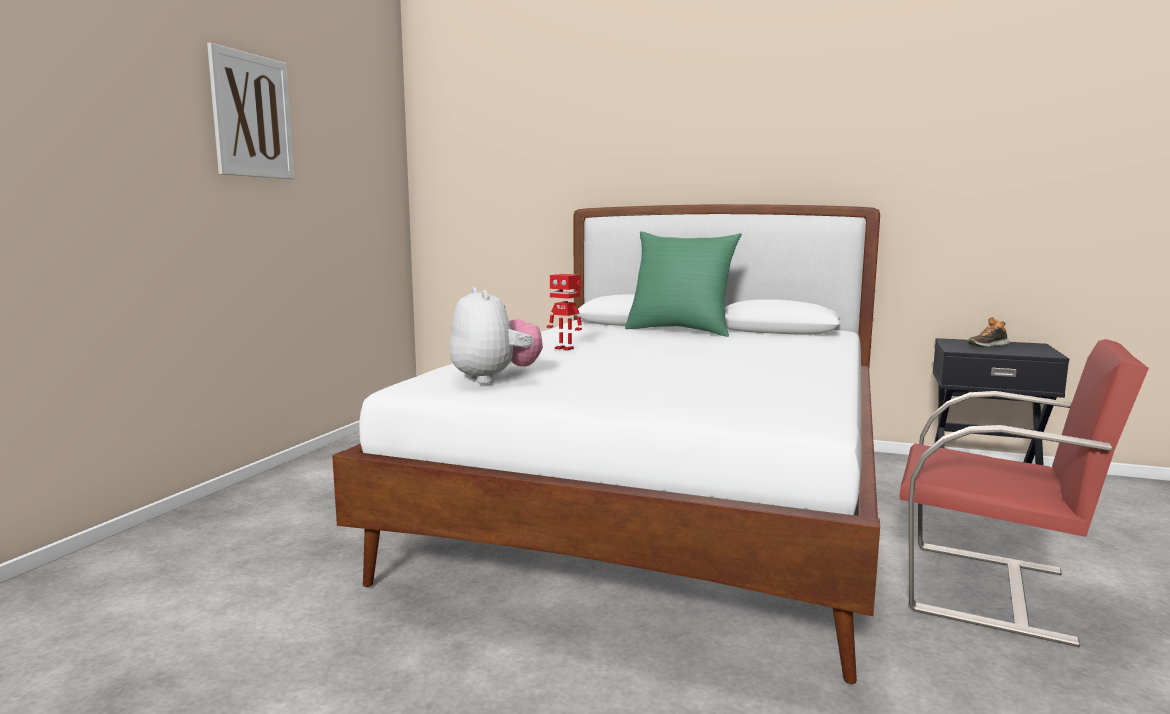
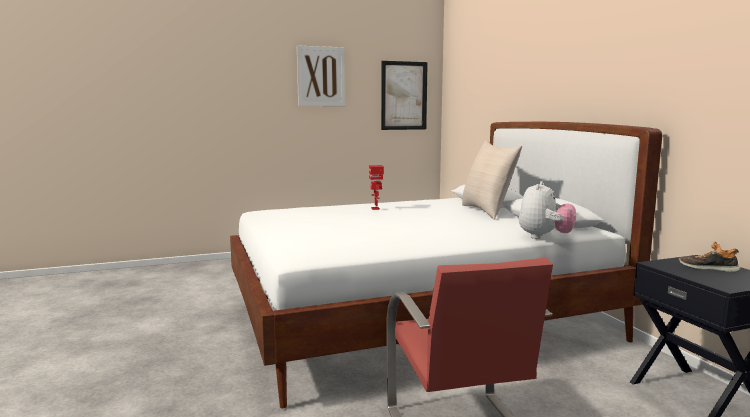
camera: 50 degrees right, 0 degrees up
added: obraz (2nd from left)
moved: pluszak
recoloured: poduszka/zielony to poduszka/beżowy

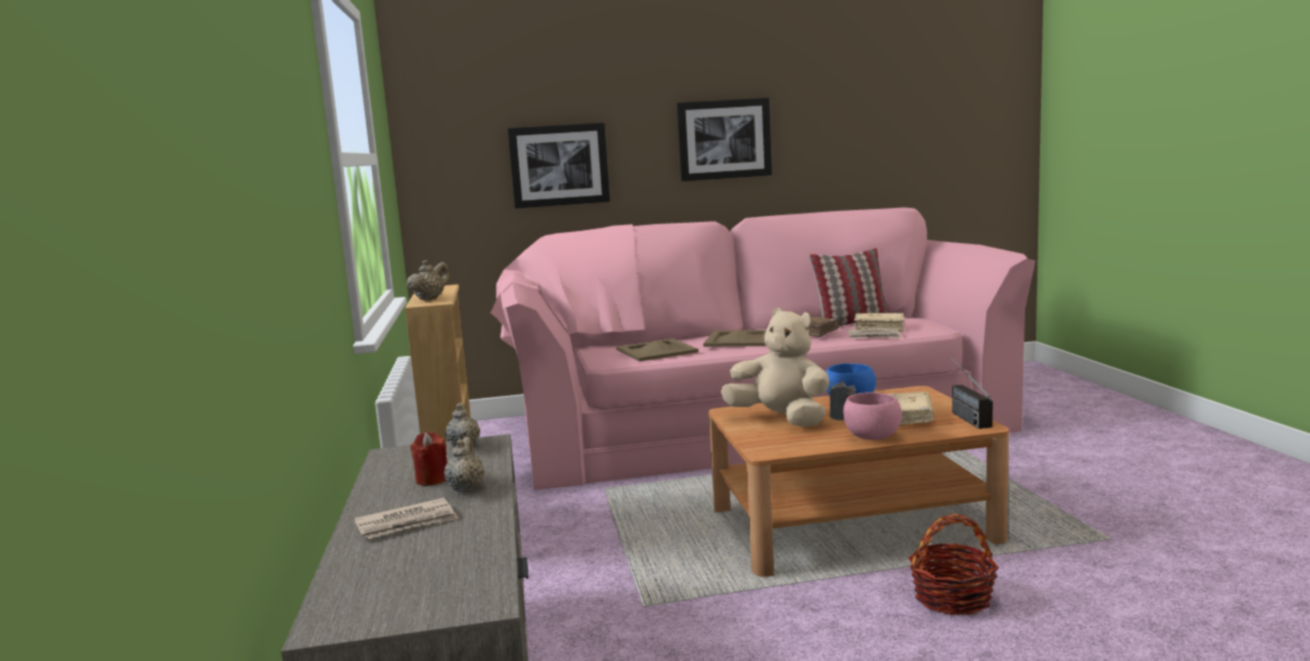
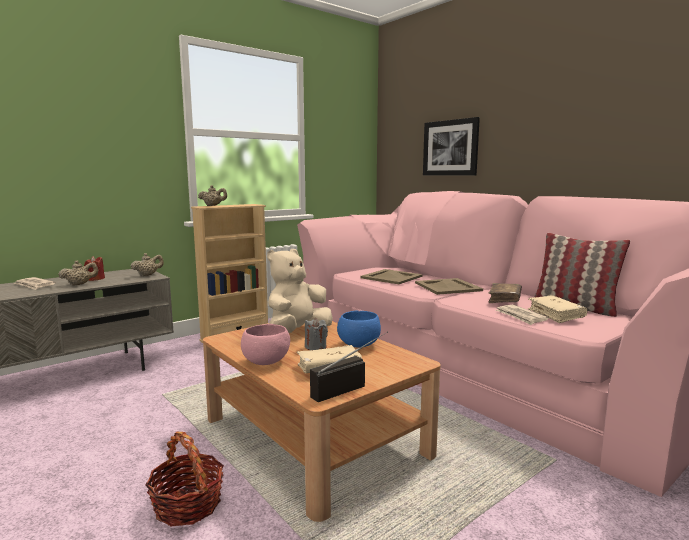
camera: 60 degrees right, 0 degrees up
removed: obraz (2nd from left)
turned: pluszak/beżowy 150 degrees counterclockwise

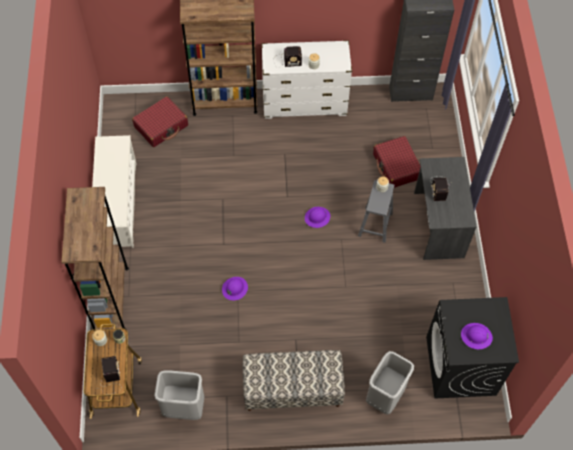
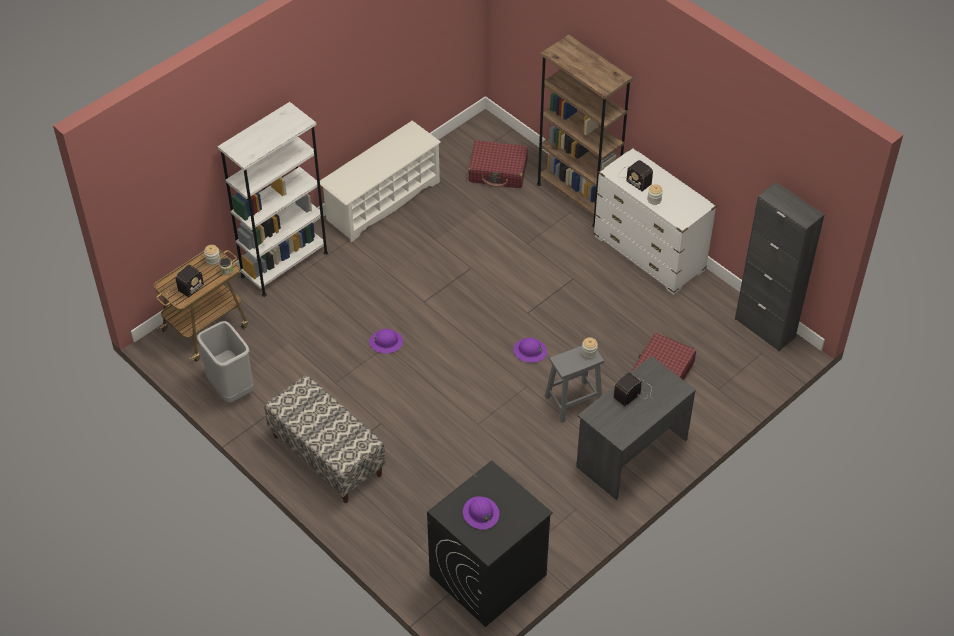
camera: 50 degrees right, 10 degrees down
removed: kosz na śmieci/szary (2nd from left)
recoloured: regał/brązowy (1st from left) to regał/biały

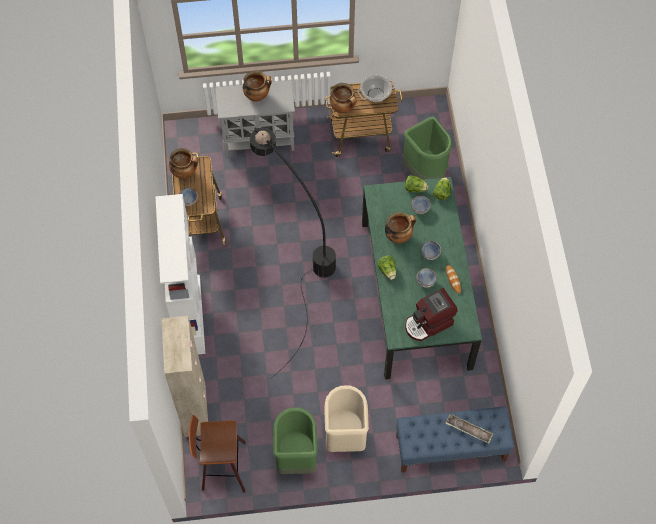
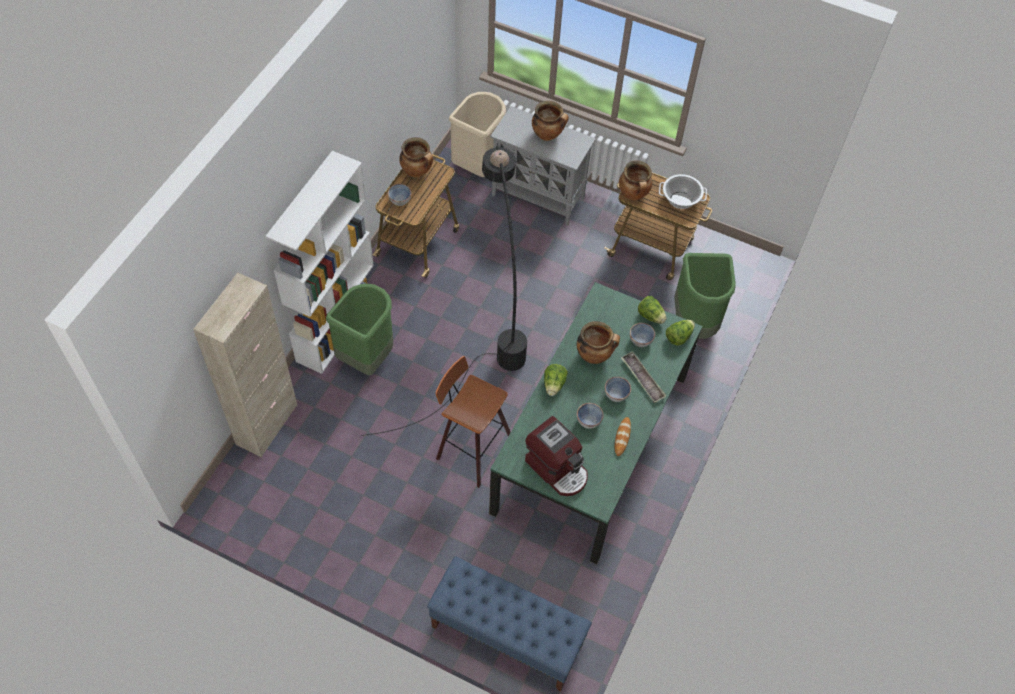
camera: 30 degrees right, 5 degrees down
moved: stołek; kosz na śmieci/zielony (1st from left); kosz na śmieci/beżowy; taca
turned: ekspres do kawy 135 degrees counterclockwise

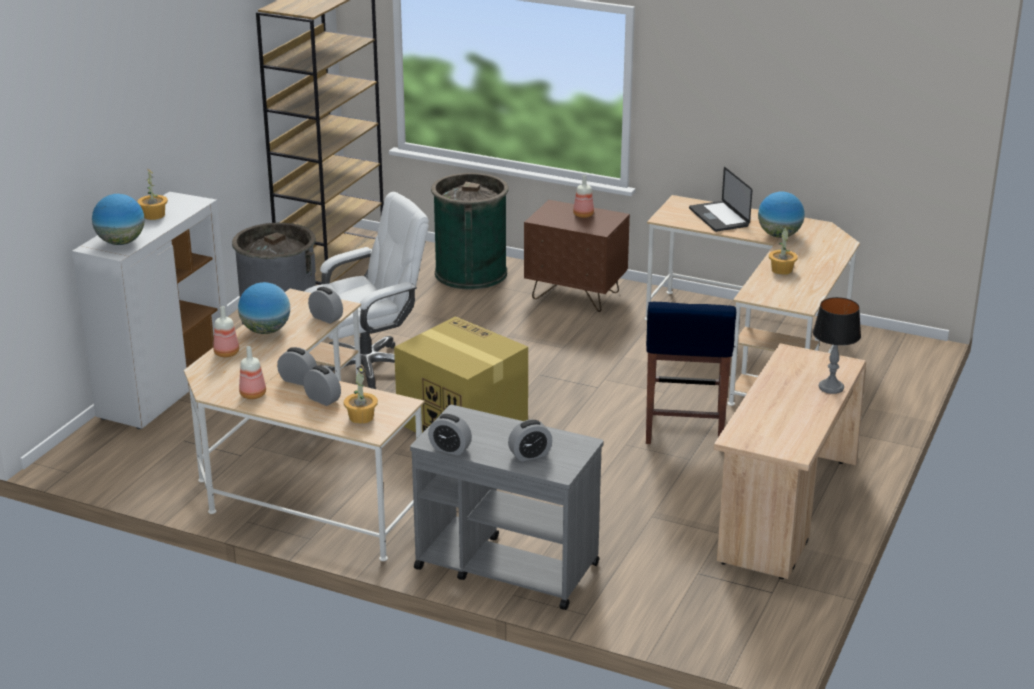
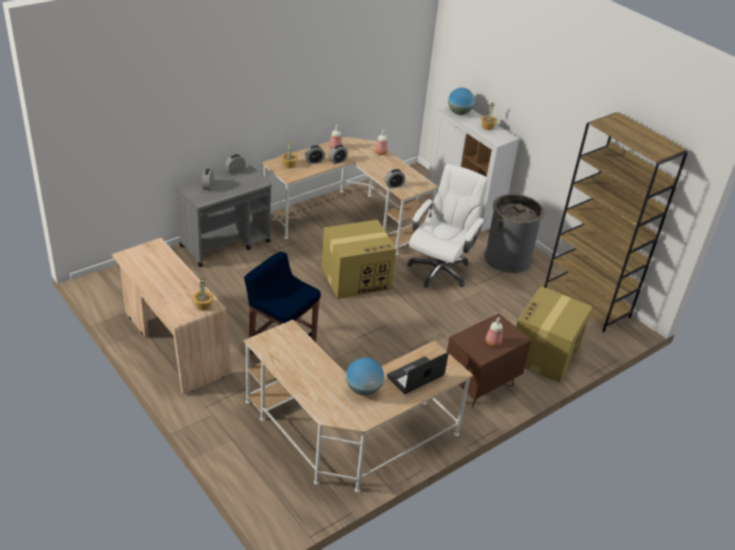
camera: 115 degrees right, 10 degrees up
removed: globus (2nd from left); lampa stołowa
moved: roślina doniczkowa (3rd from left in the first image) to roślina doniczkowa (1st from left)
replaced: kosz na śmieci/zielony to karton (2nd from left)
turned: krzesło biurowe/biały 150 degrees counterclockwise; laptop 45 degrees counterclockwise

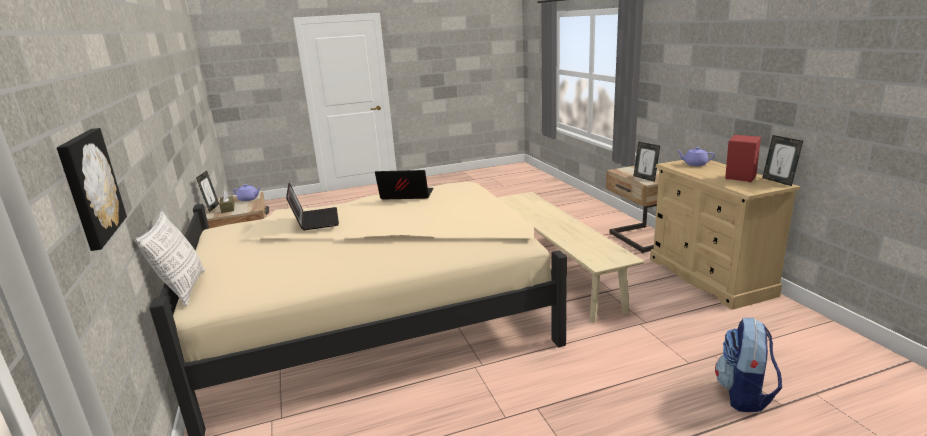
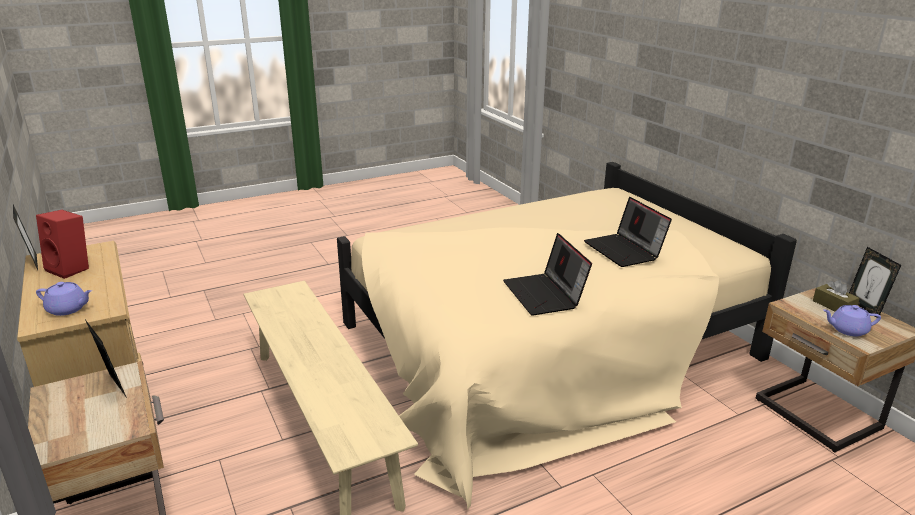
camera: 170 degrees right, 5 degrees up
removed: obraz; poduszka; plecak
turned: laptop (2nd from left in the first image) 75 degrees clockwise

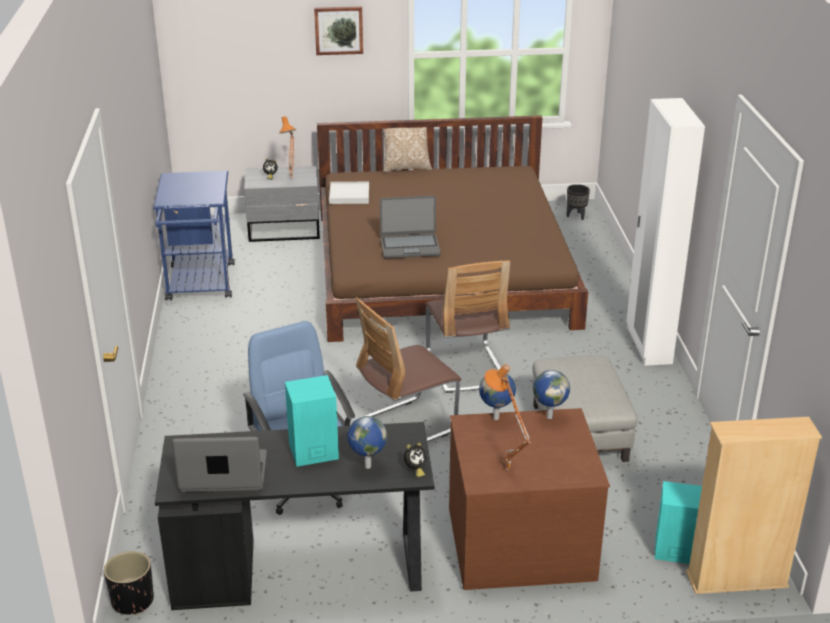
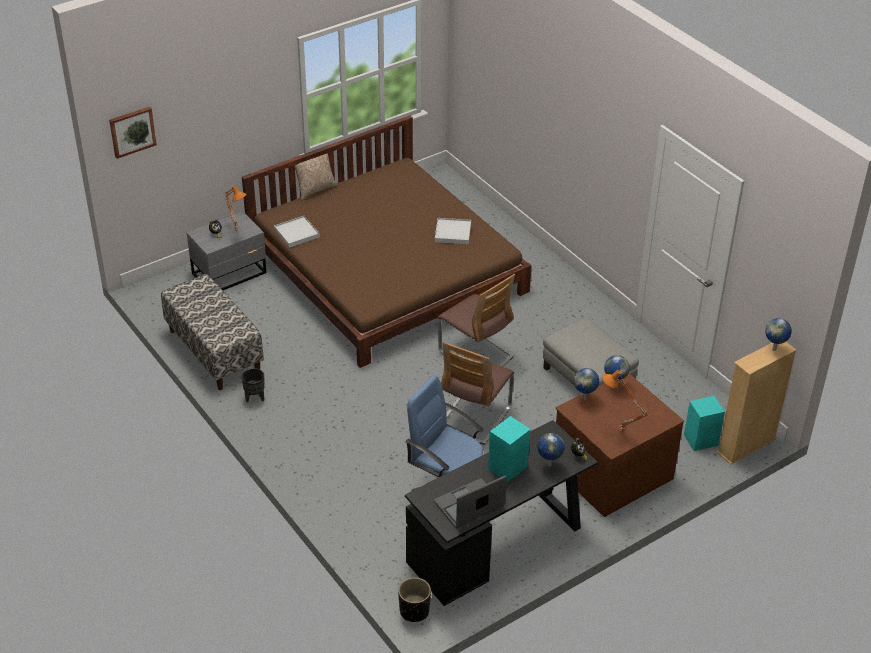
camera: 30 degrees left, 10 degrees up
removed: laptop (2nd from left); szafa/biały
added: taca/biały (2nd from left); globus (4th from left)
moved: obraz; donica/czarny (2nd from left in the first image) to donica/czarny (1st from left)
replaced: wózek/niebieski to ławka

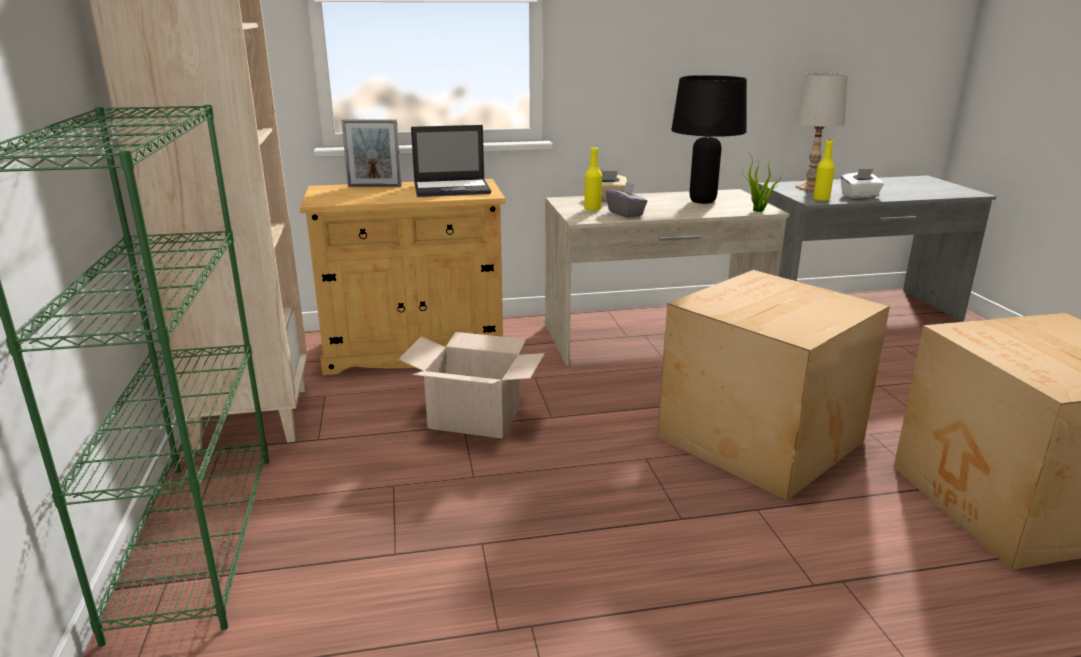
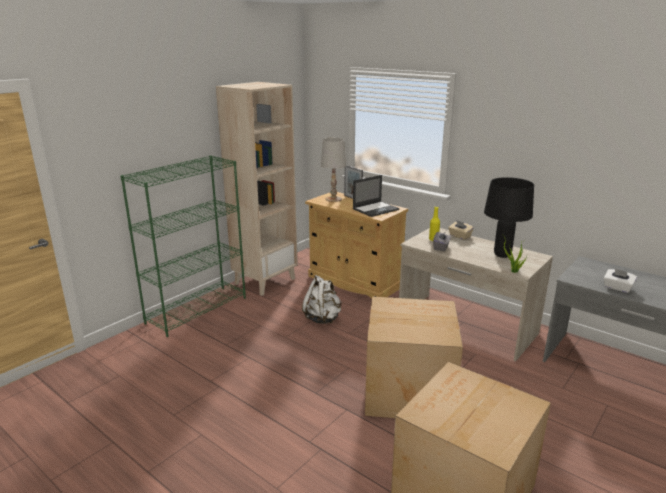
camera: 50 degrees right, 0 degrees up
removed: butelka/żółty (2nd from left)
moved: lampa stołowa/biały
replaced: karton (1st from left) to plecak/biały
turned: laptop 75 degrees counterclockwise

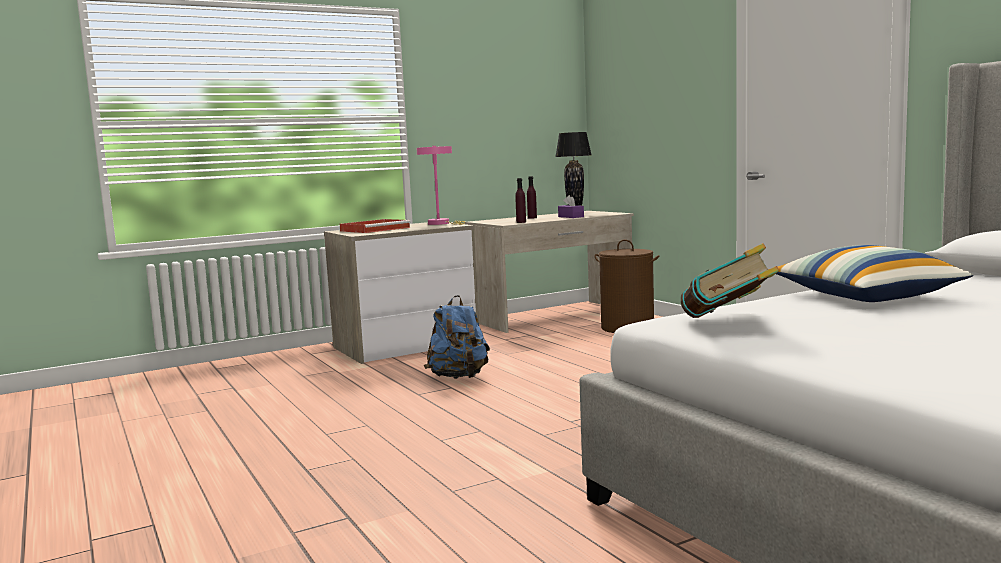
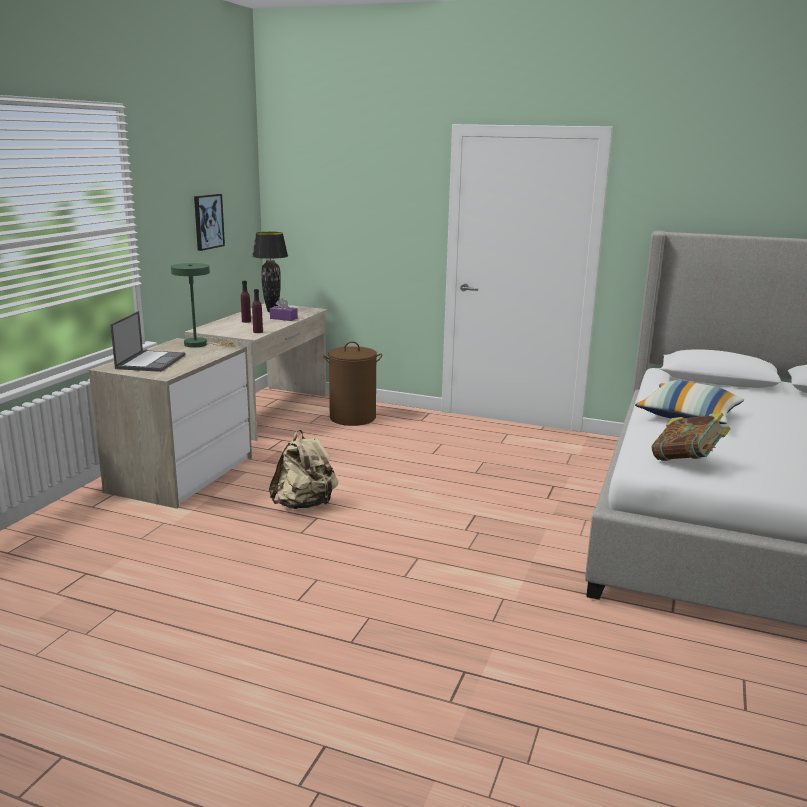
camera: 40 degrees left, 10 degrees up
added: obraz
replaced: taca/czerwony to laptop
recoloured: lampa stołowa/różowy to lampa stołowa/zielony; plecak/niebieski to plecak/beżowy

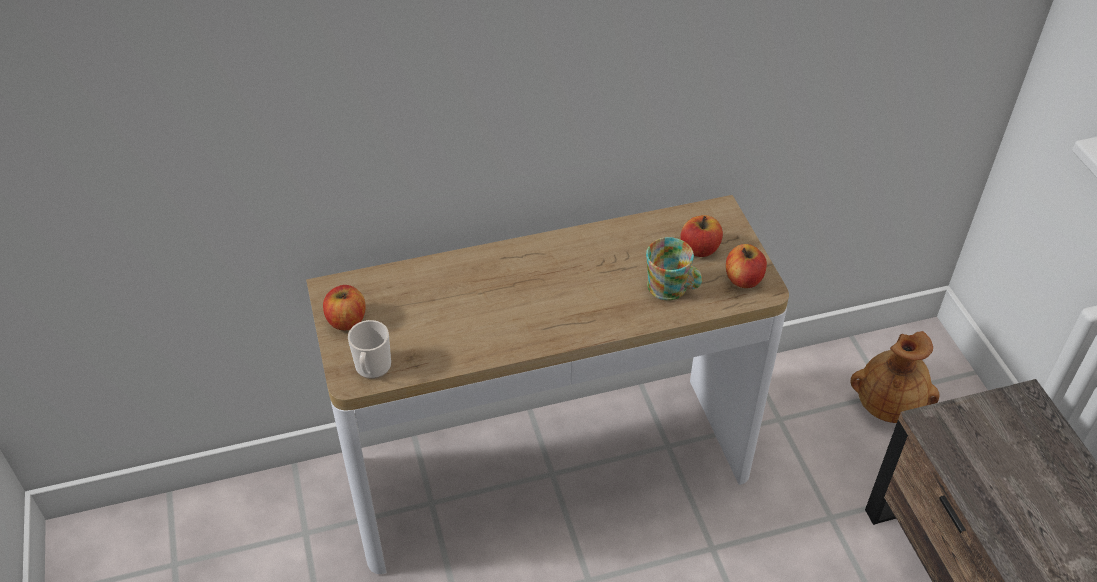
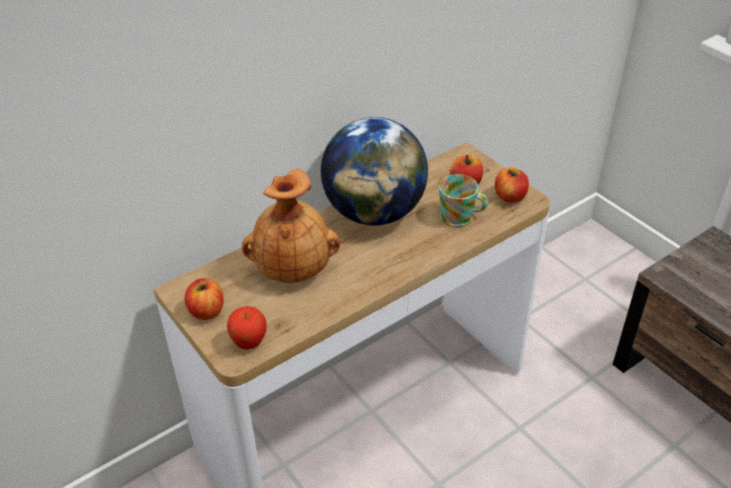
camera: 20 degrees left, 5 degrees down
added: globus
moved: wazon/brązowy
replaced: kubek (1st from left) to jabłko (2nd from left)

